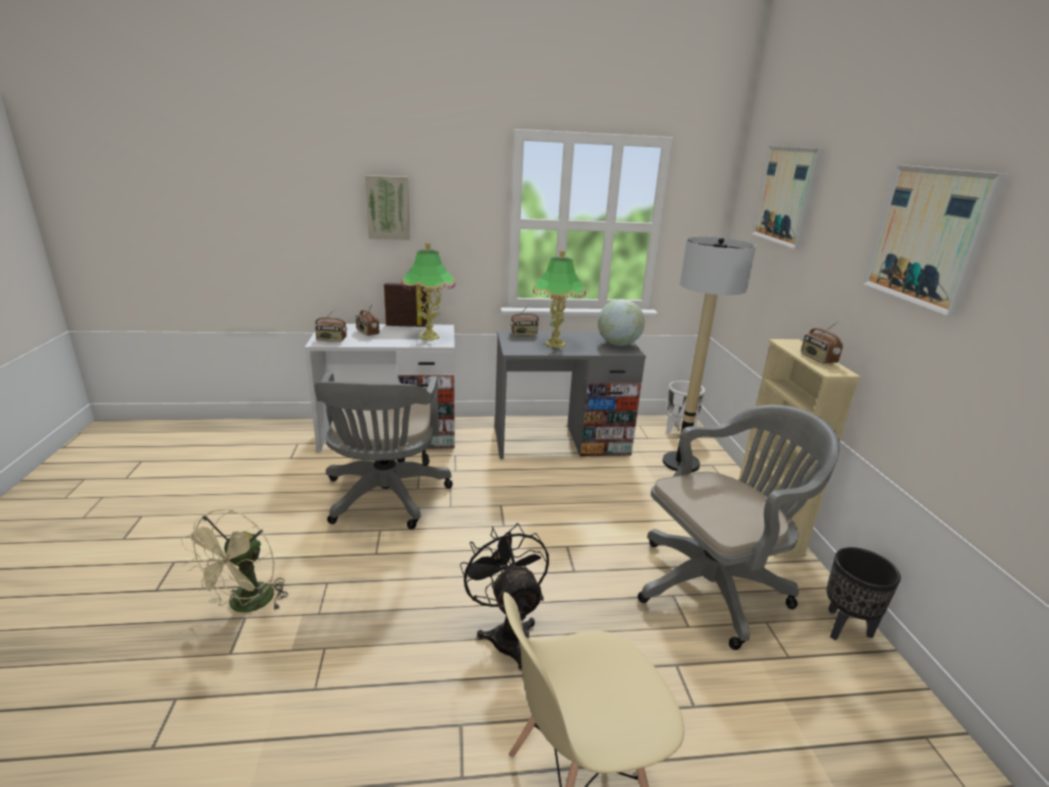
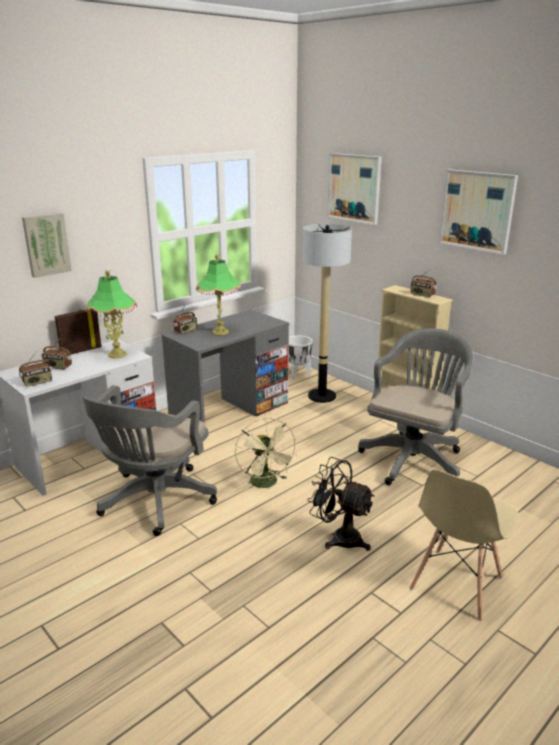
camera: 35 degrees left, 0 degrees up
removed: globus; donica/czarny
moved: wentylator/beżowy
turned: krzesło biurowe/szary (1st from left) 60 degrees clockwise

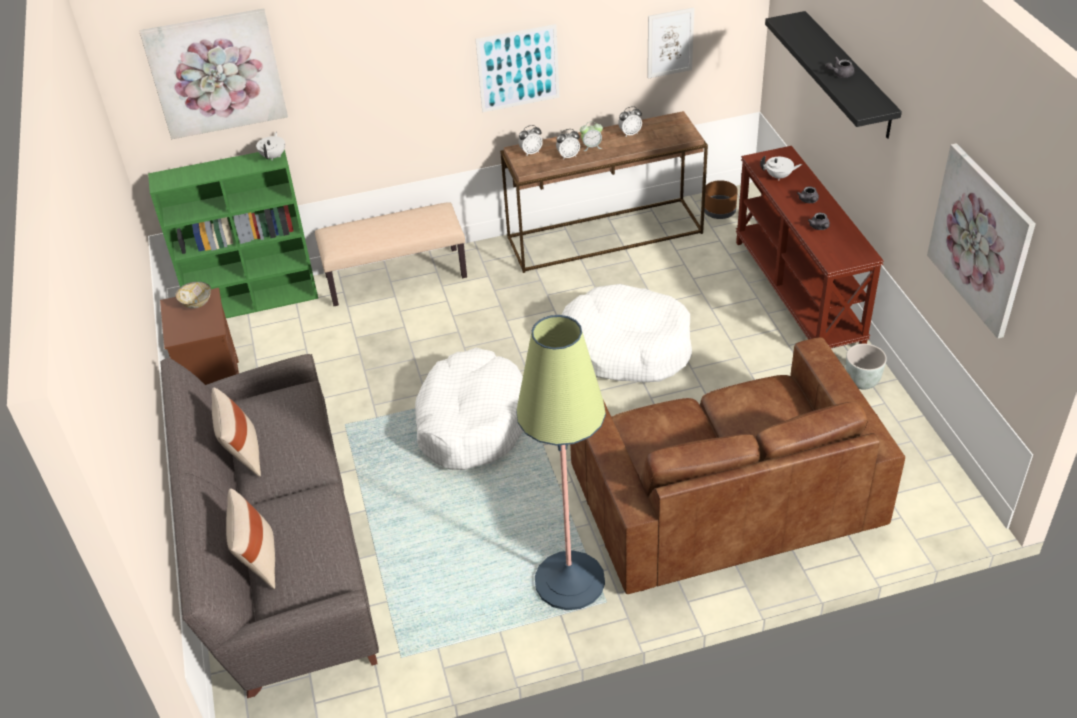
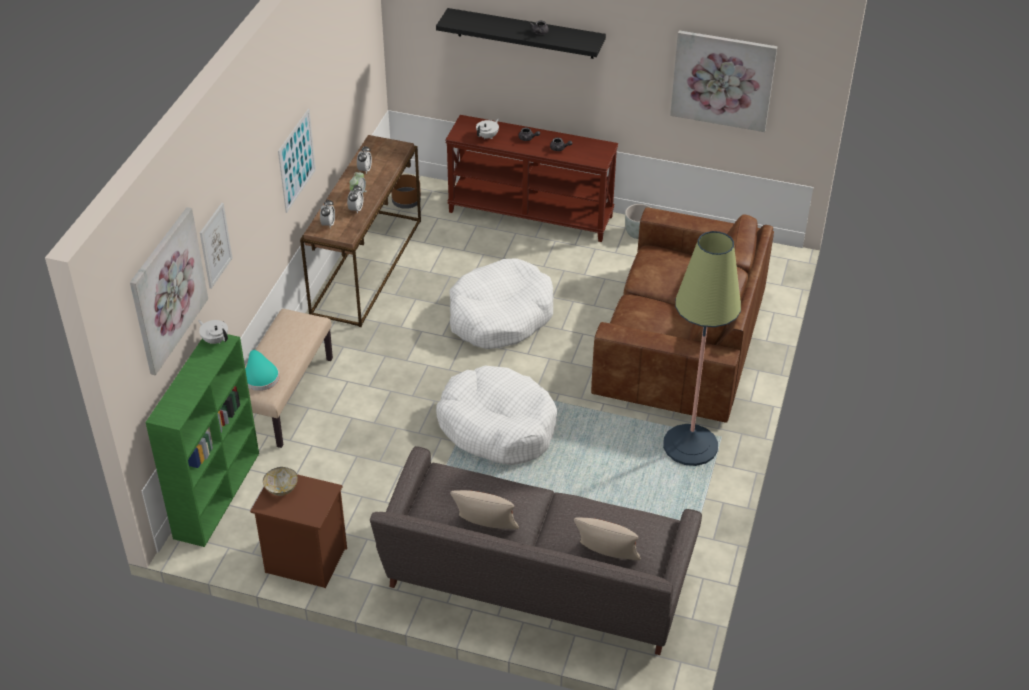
camera: 60 degrees left, 0 degrees up
added: kapelusz/turkusowy
moved: obraz (3rd from left in the first image) to obraz (2nd from left)

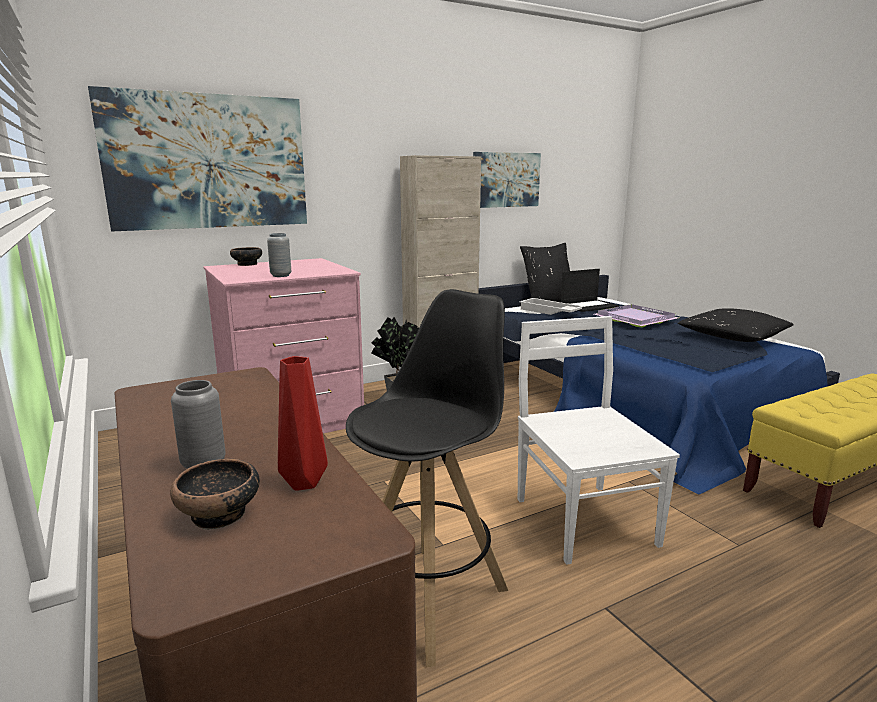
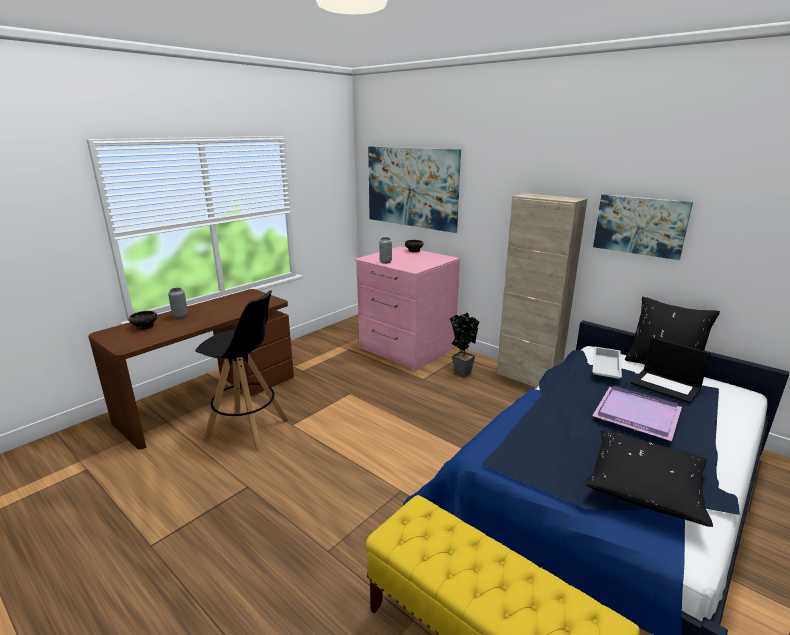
camera: 70 degrees right, 5 degrees up
removed: wazon/czerwony; krzesło/biały

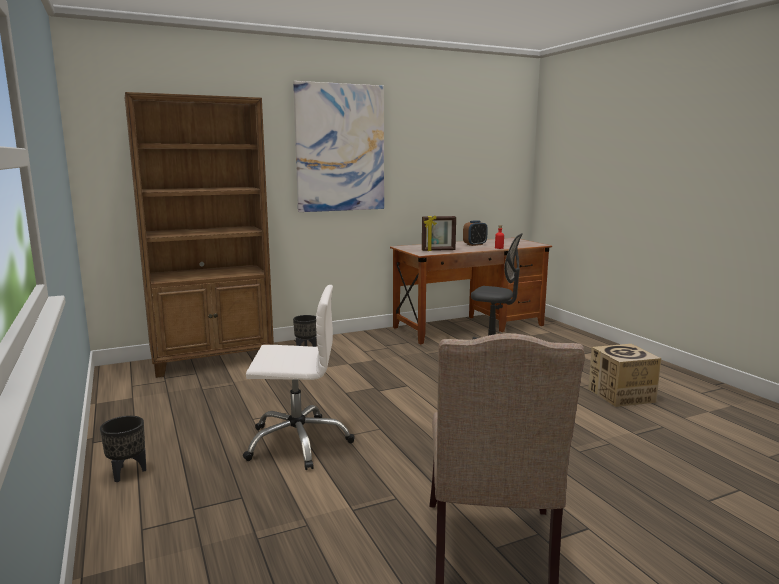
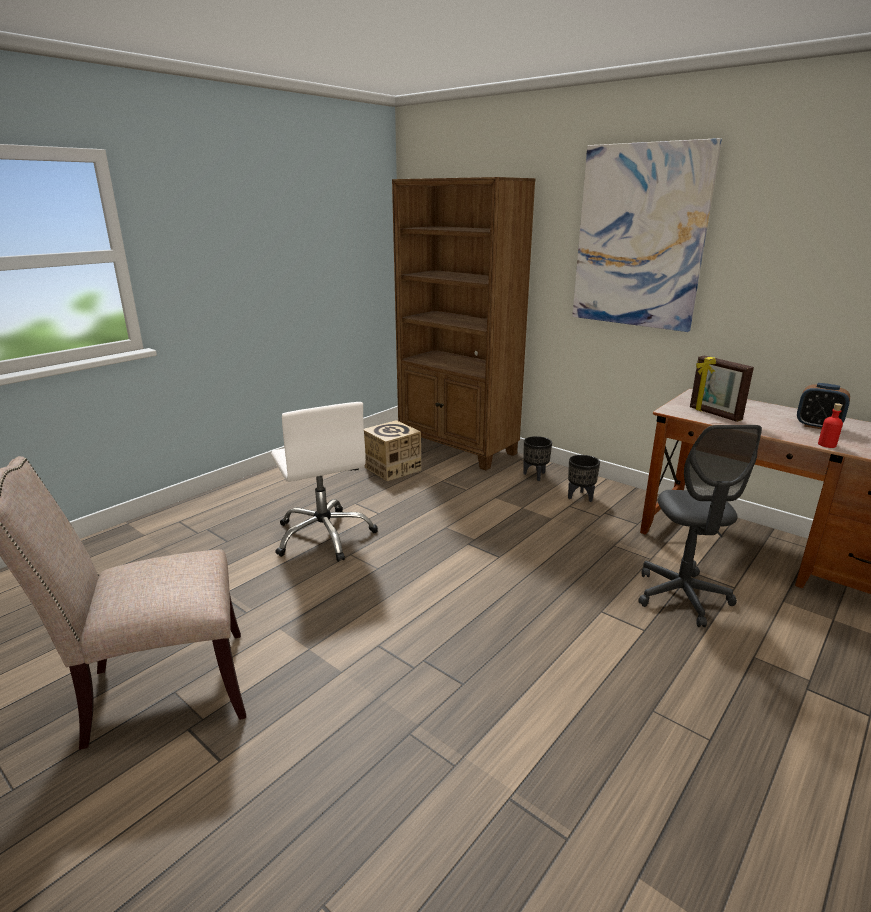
camera: 65 degrees right, 10 degrees up
moved: donica/czarny (1st from left in the first image) to donica/czarny (2nd from left); karton

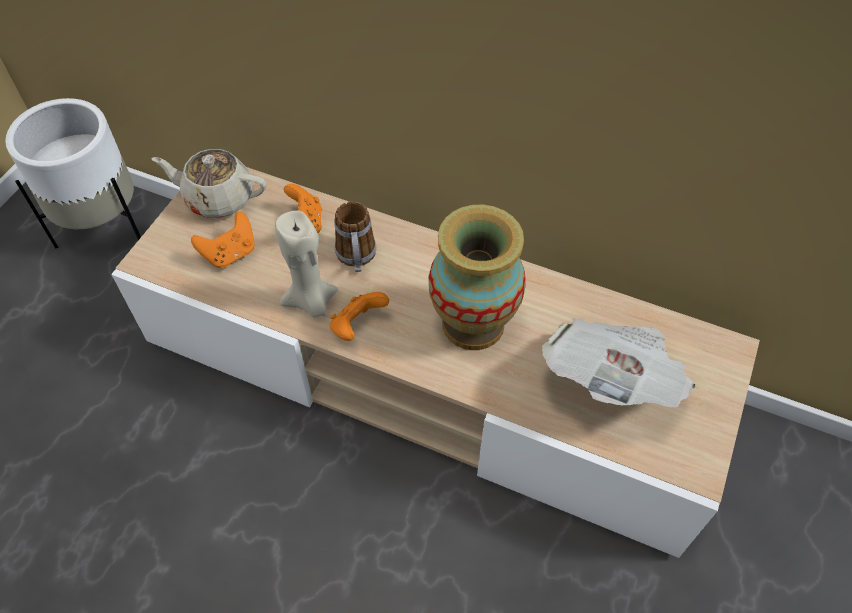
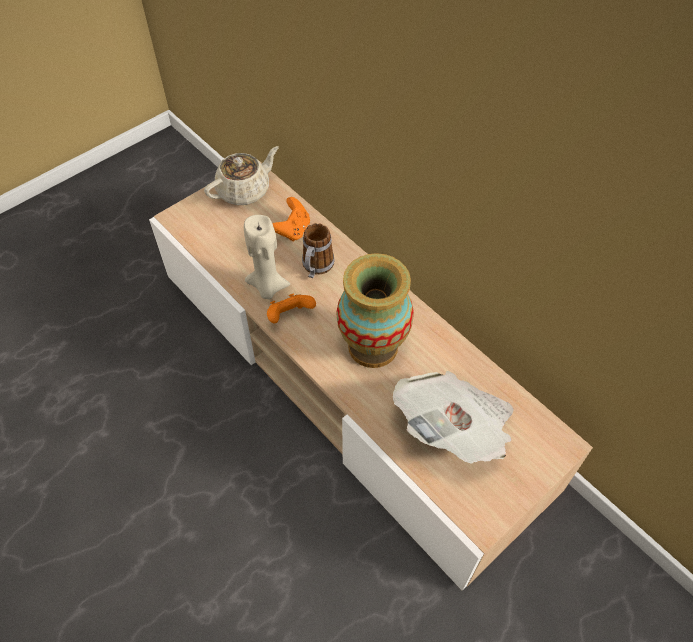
camera: 25 degrees right, 0 degrees up
removed: donica/biały; pad do gier/pomarańczowy (1st from left)
turned: imbryk/beżowy 105 degrees clockwise

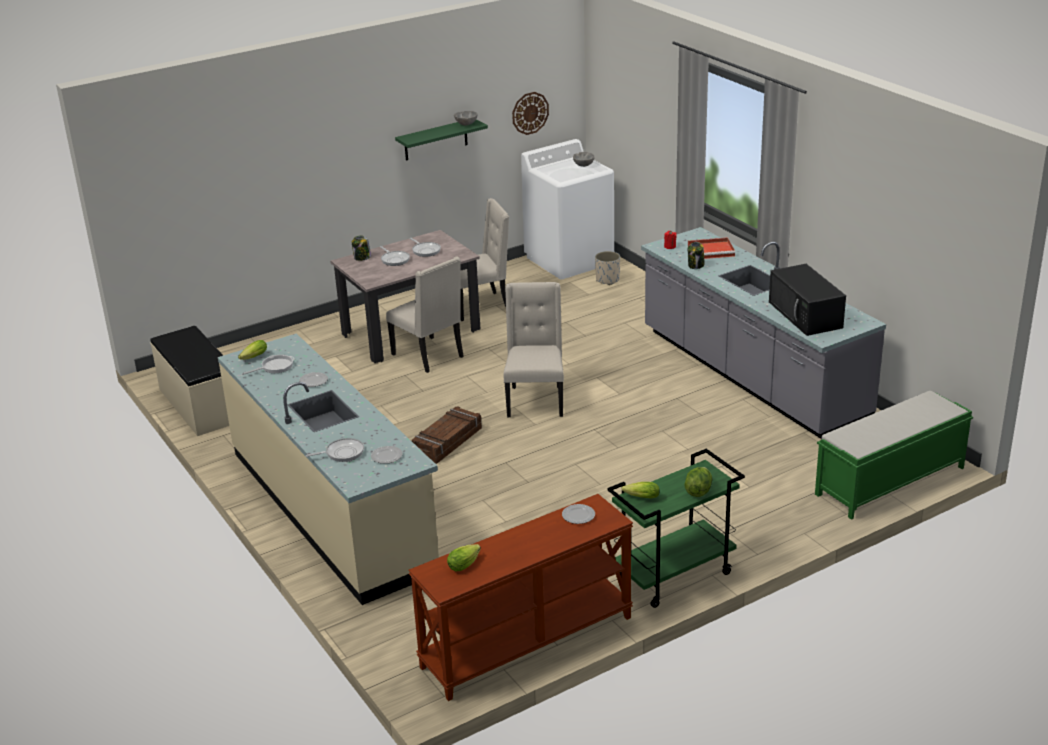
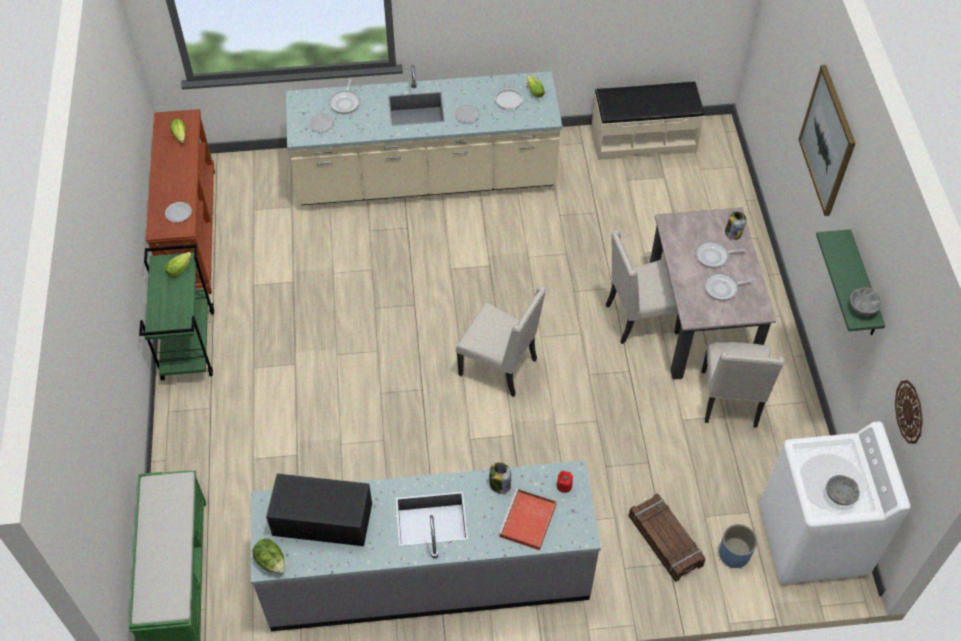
camera: 115 degrees right, 25 degrees up
added: obraz
moved: skrzynka; sałata (4th from left in the first image) to sałata (3rd from left)
recoloured: donica/beżowy to donica/niebieski

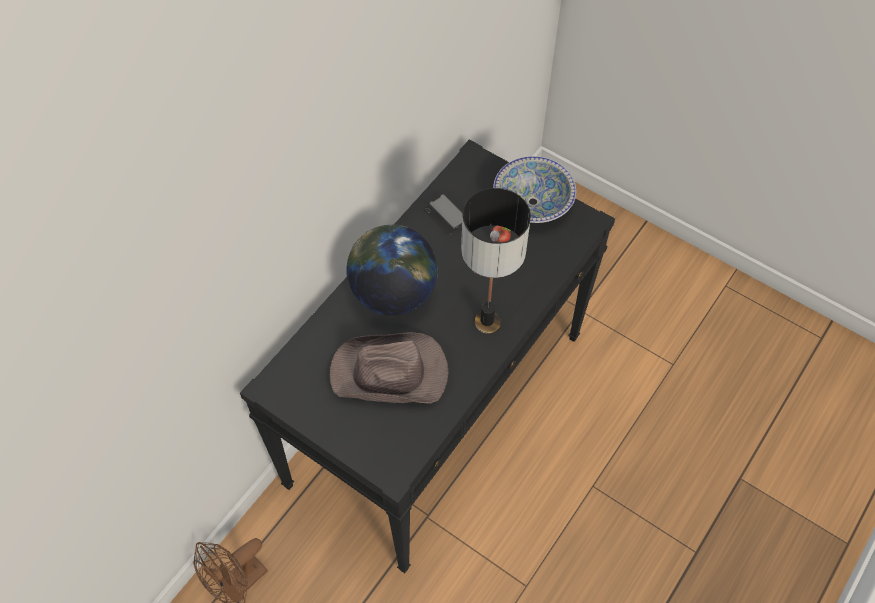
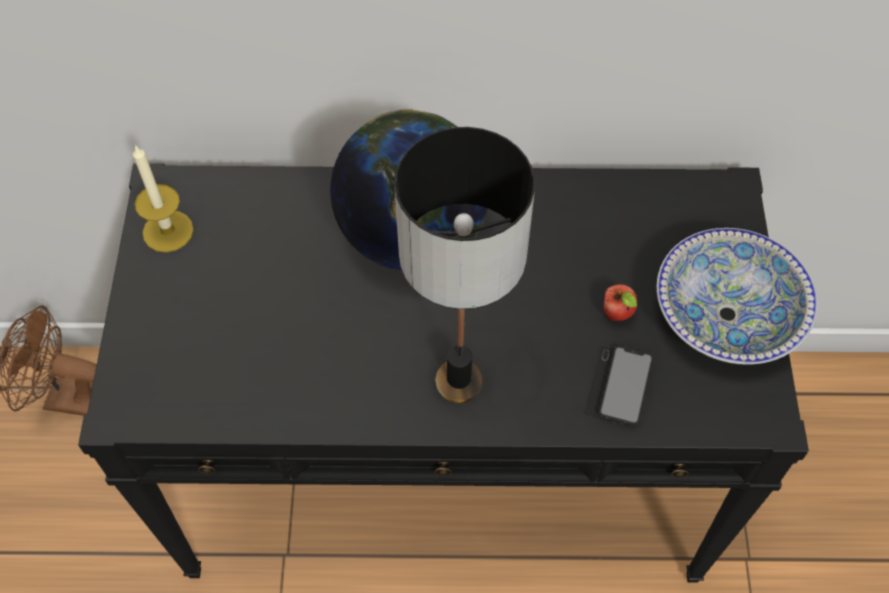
camera: 55 degrees right, 0 degrees up
removed: kapelusz/brązowy
added: świeca
moved: telefon

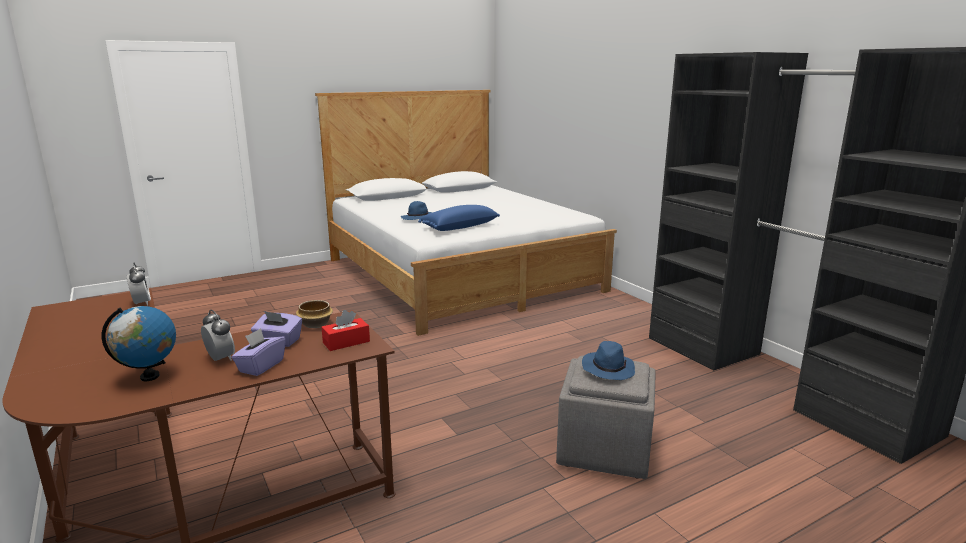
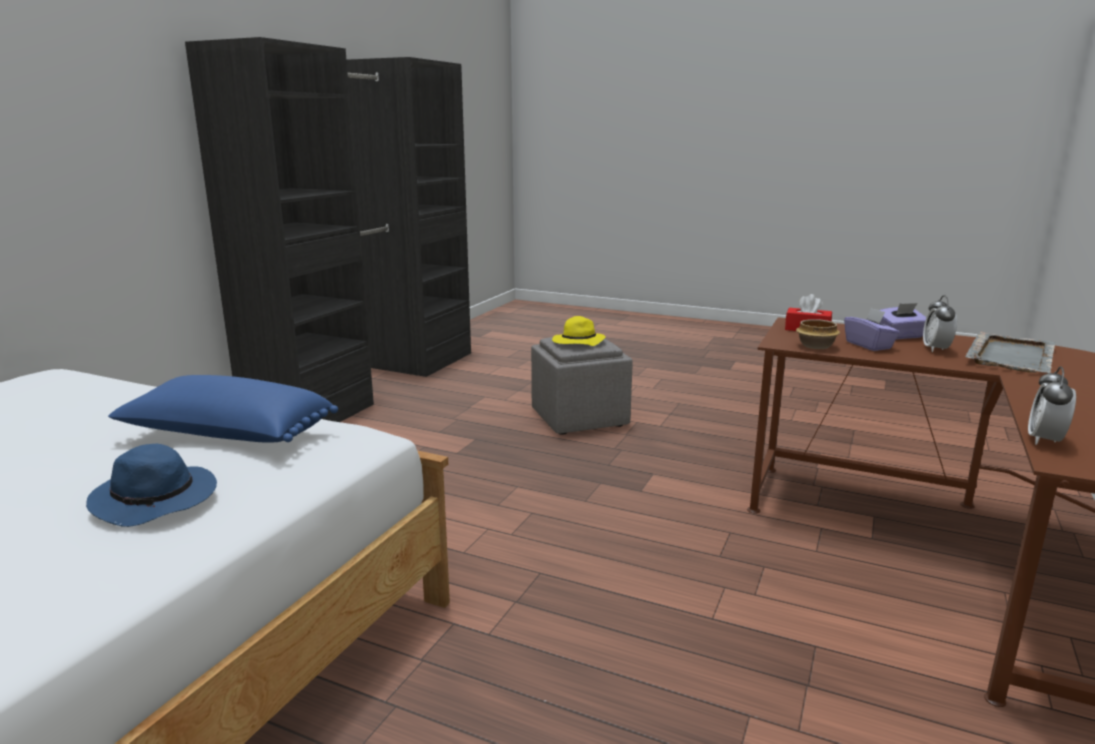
camera: 125 degrees left, 0 degrees up
replaced: globus to taca/szary
recoloured: kapelusz/niebieski (2nd from left) to kapelusz/żółty

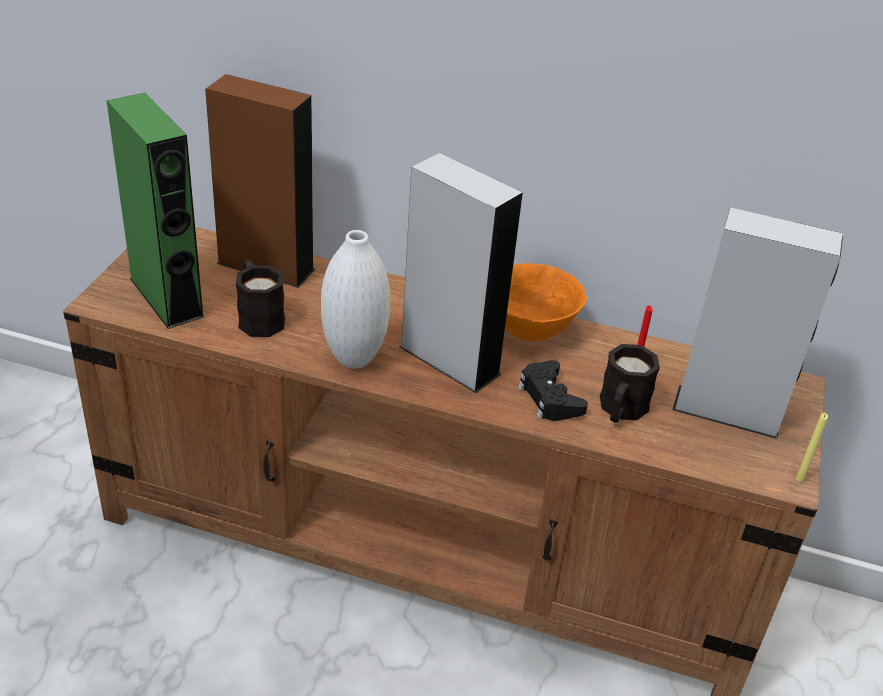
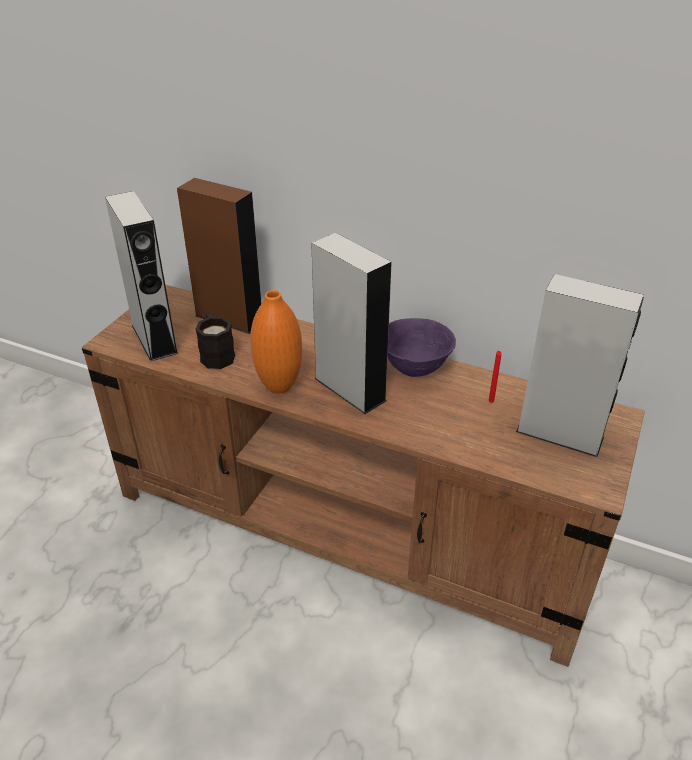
camera: 10 degrees right, 0 degrees up
removed: pad do gier/czarny; kubek/czarny (2nd from left); świeca/żółty
recoloured: głośnik/zielony to głośnik/szary (1st from left); wazon/biały to wazon/pomarańczowy; miska/pomarańczowy to miska/fioletowy

